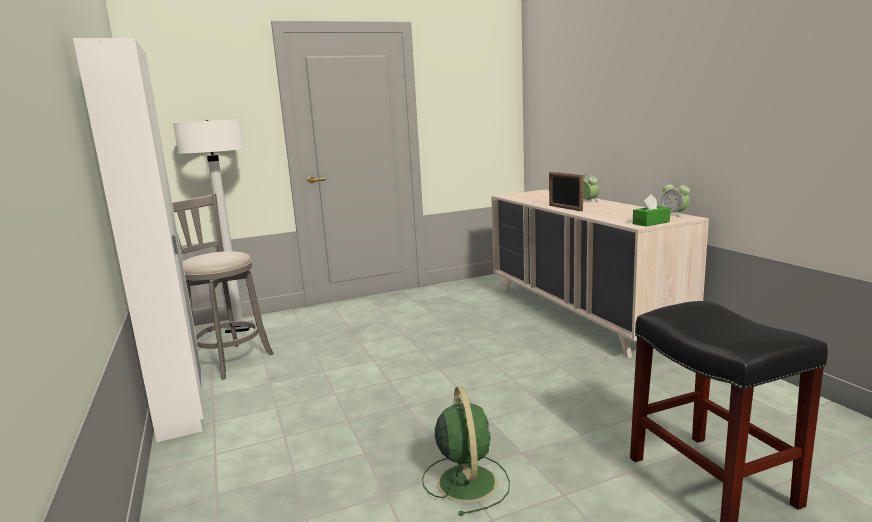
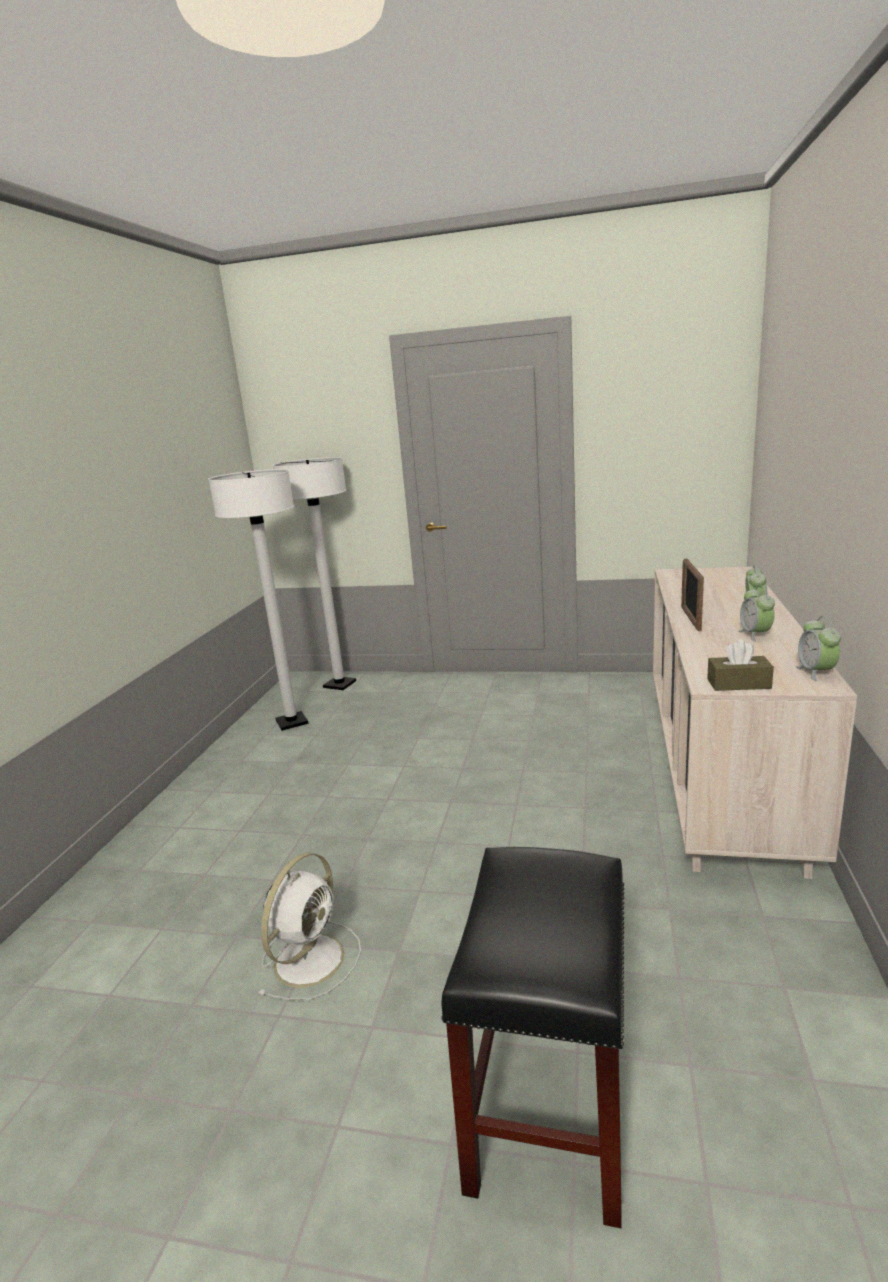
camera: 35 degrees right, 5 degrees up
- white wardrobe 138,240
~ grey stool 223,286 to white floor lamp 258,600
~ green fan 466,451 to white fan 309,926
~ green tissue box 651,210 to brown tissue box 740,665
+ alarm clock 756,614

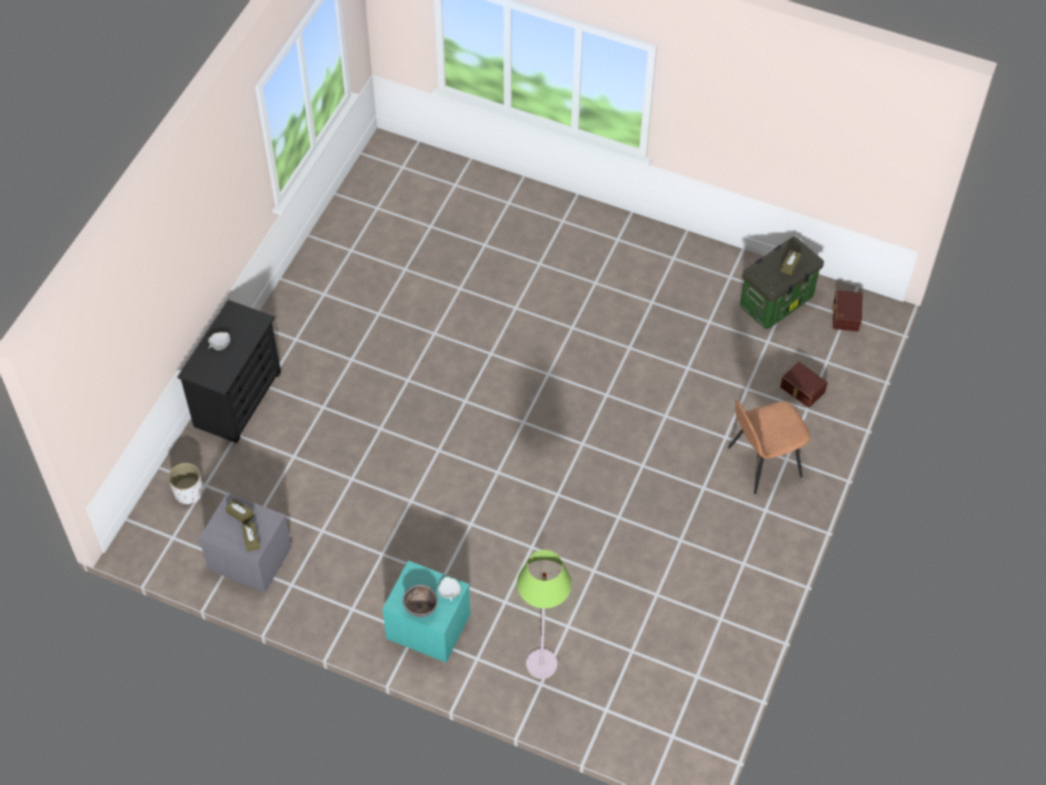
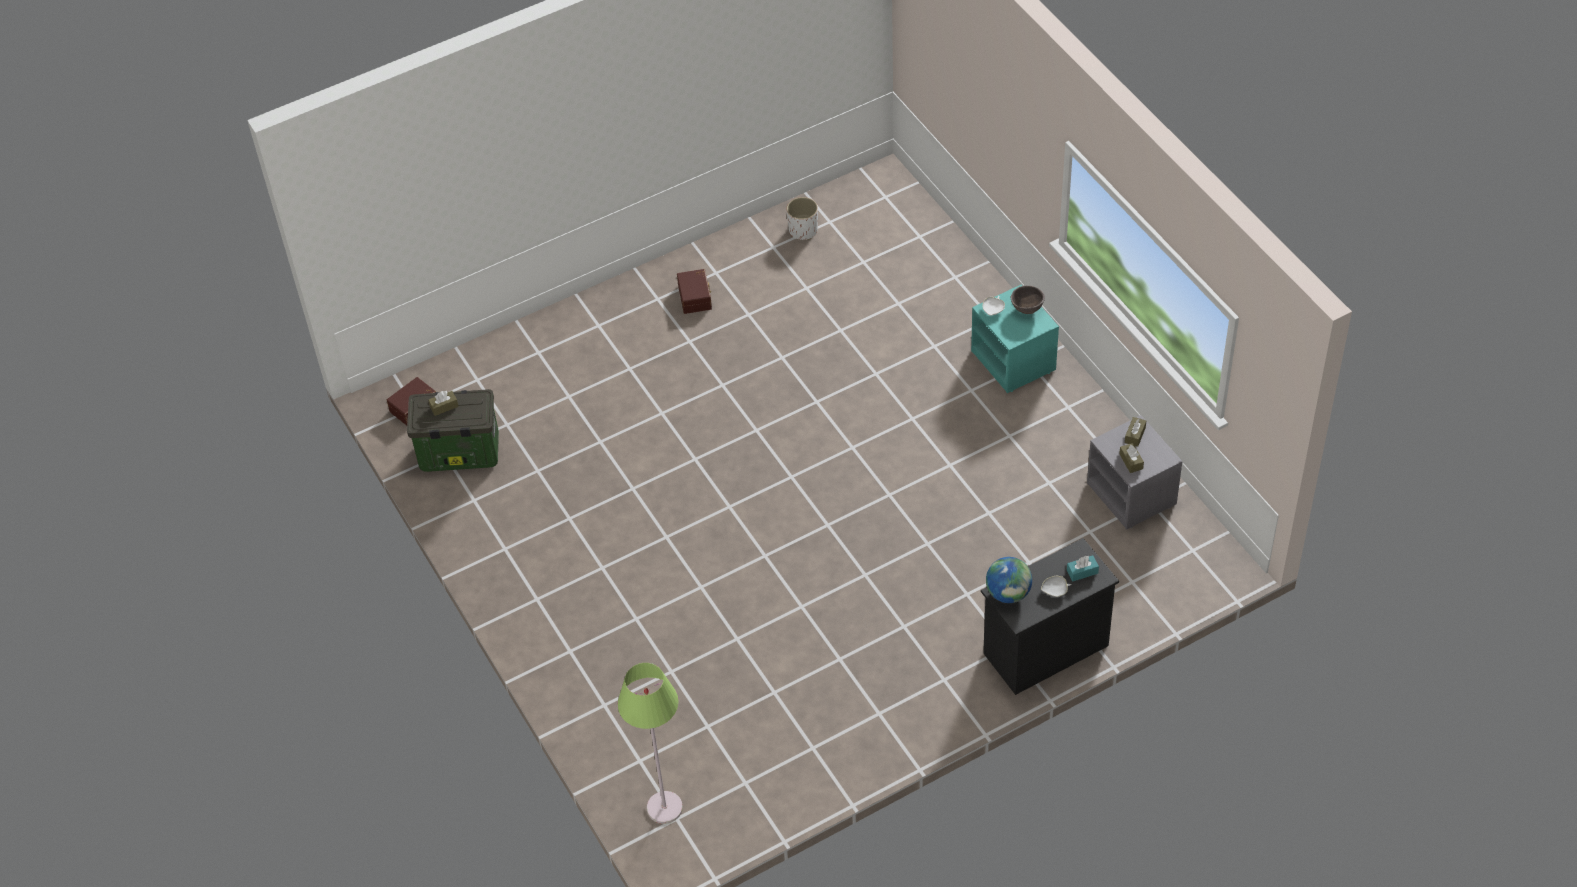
camera: 140 degrees left, 5 degrees down
~ white planter 185,483 to 802,218
~ green floor lamp 544,614 to 650,743
- brown chair 769,446
~ brown storage box 804,385 to 694,291
+ globe 1009,580
+ turquoise tissue box 1083,568

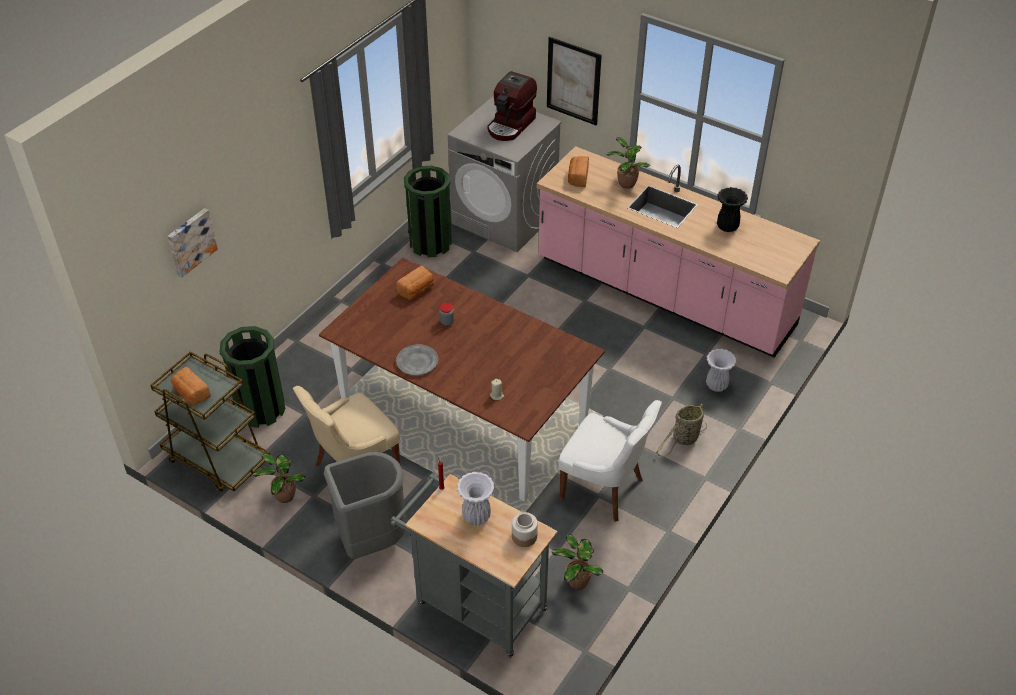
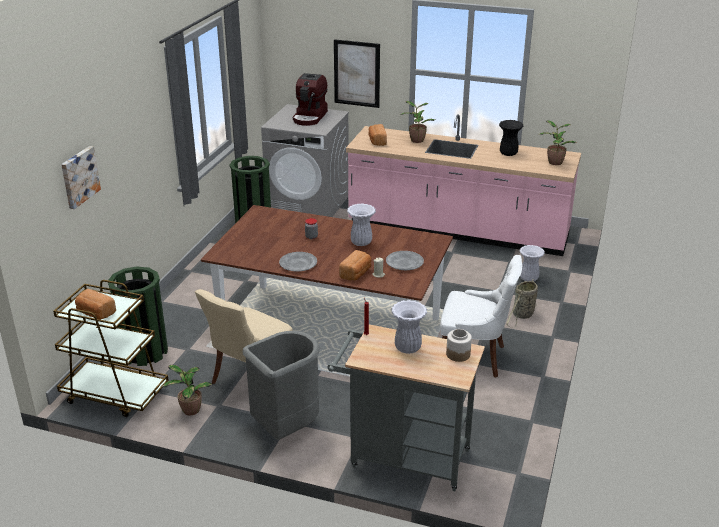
camera: 15 degrees left, 15 degrees down
~ bread 415,283 to 355,265
~ potted plant 577,562 to 557,142
+ white vase 361,224
+ grey plate 405,260

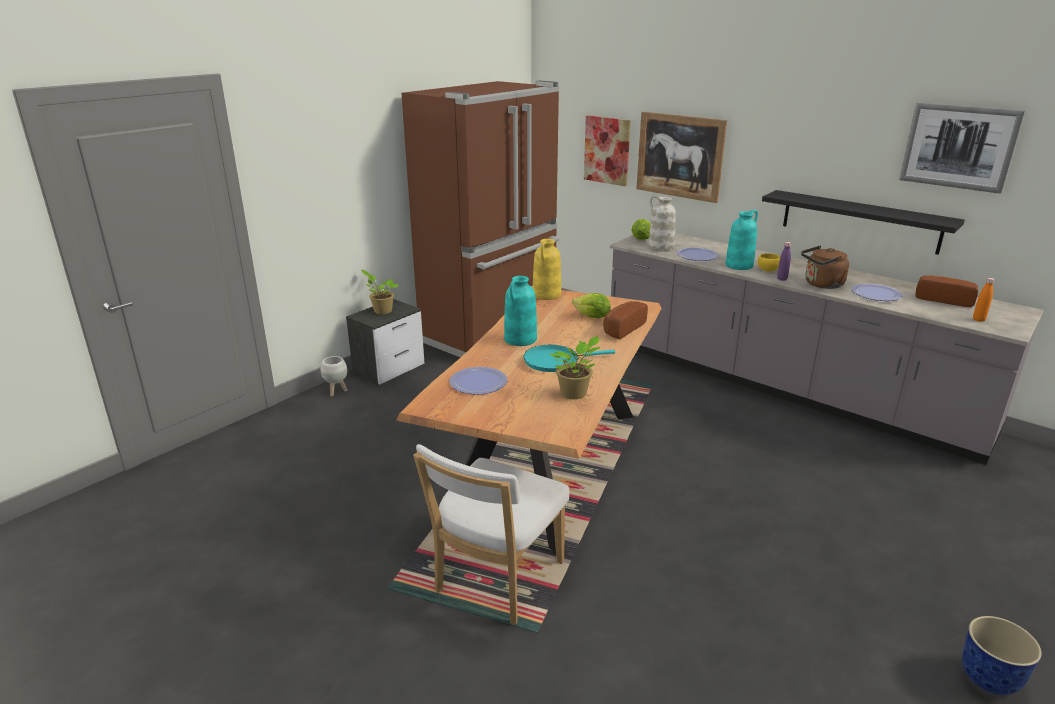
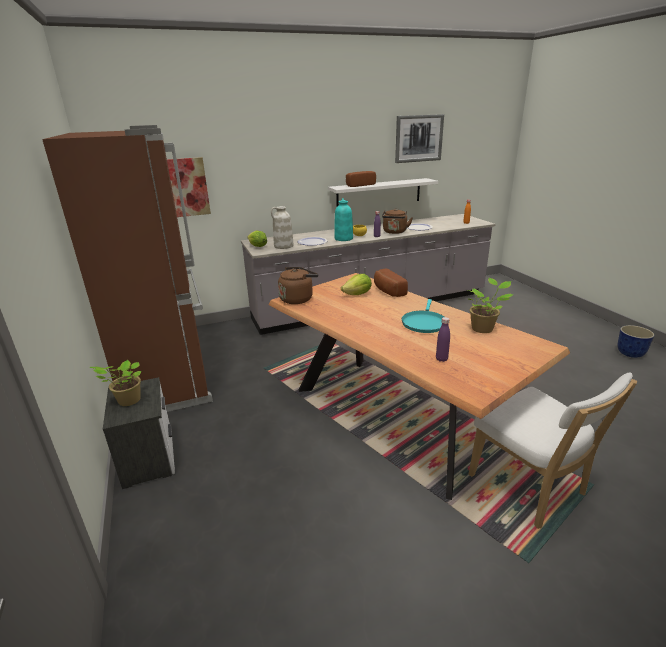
camera: 60 degrees left, 0 degrees up
- white planter 334,376
~ plate 478,381 to purple bottle 443,339
- turquoise vase 520,311
~ yellow vase 547,269 to brown kettle 298,285
- picture 681,157
~ black shelf 863,222 to white shelf 383,192
~ bread 946,291 to 361,179

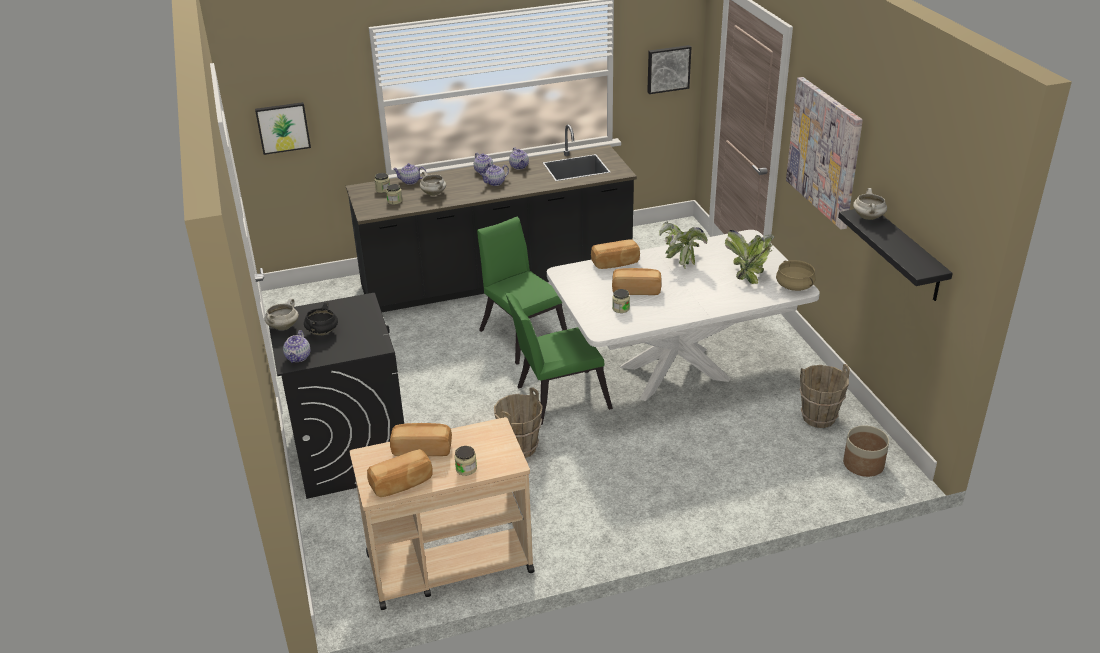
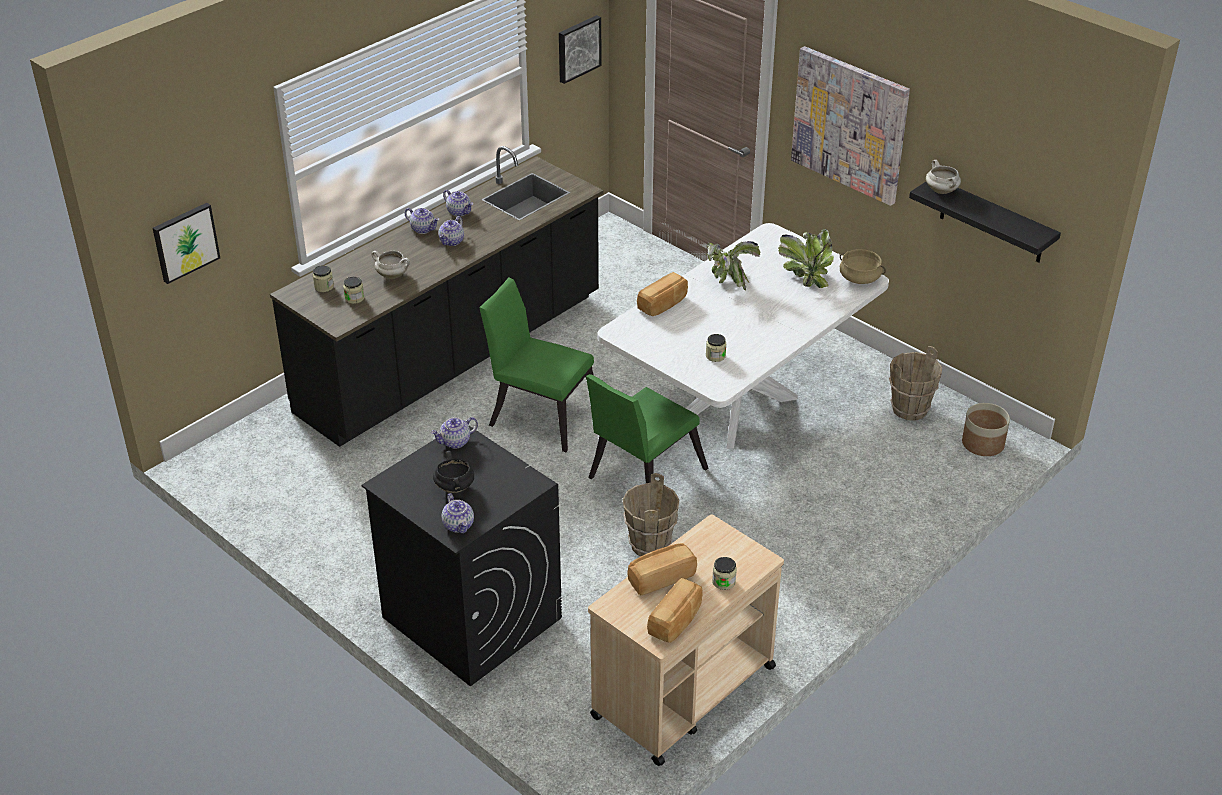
camera: 30 degrees left, 5 degrees up
- white cooking pot 282,314
~ teapot 409,174 to 454,433
- bread 636,281

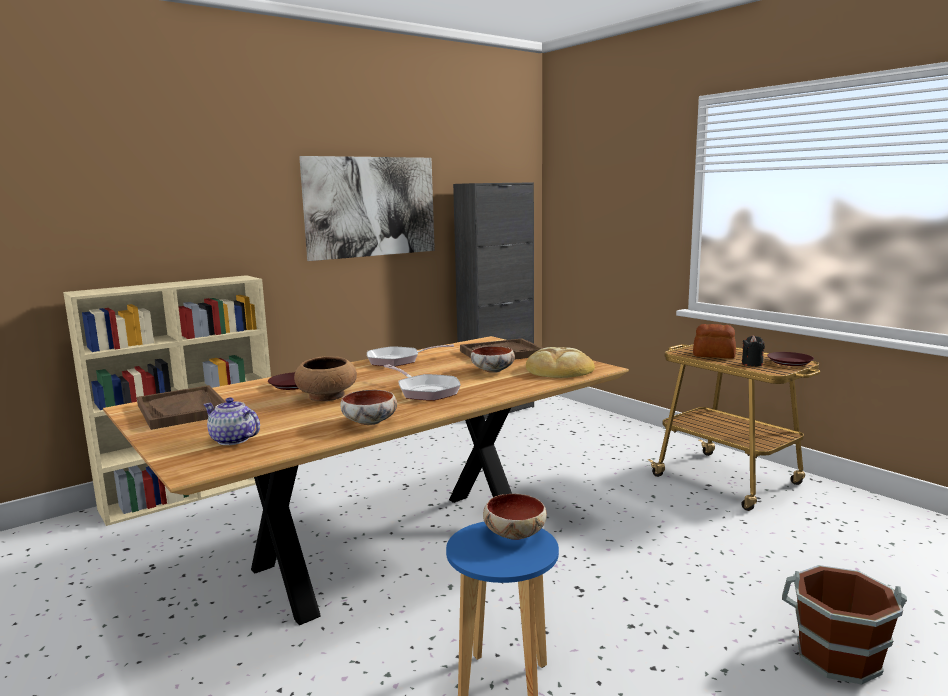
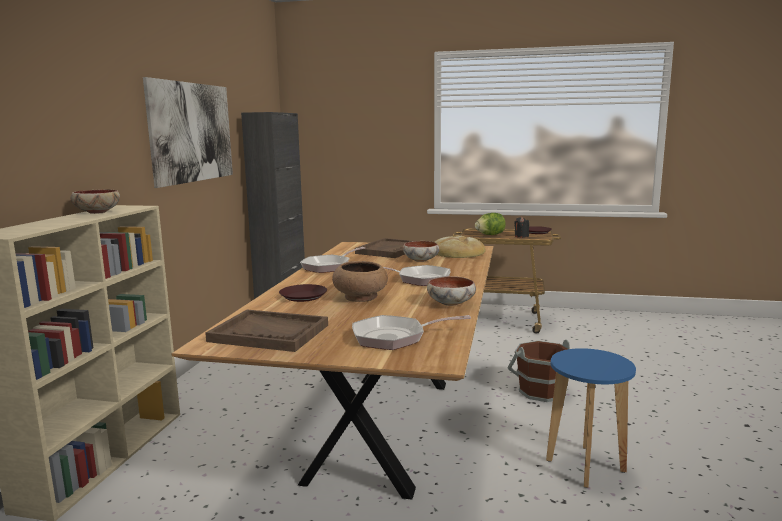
camera: 40 degrees left, 0 degrees up
~ teapot 231,421 to frying pan 411,332
~ bowl 515,517 to 95,201
~ bread 714,341 to lettuce 490,224
~ brown bucket 844,625 to 538,371

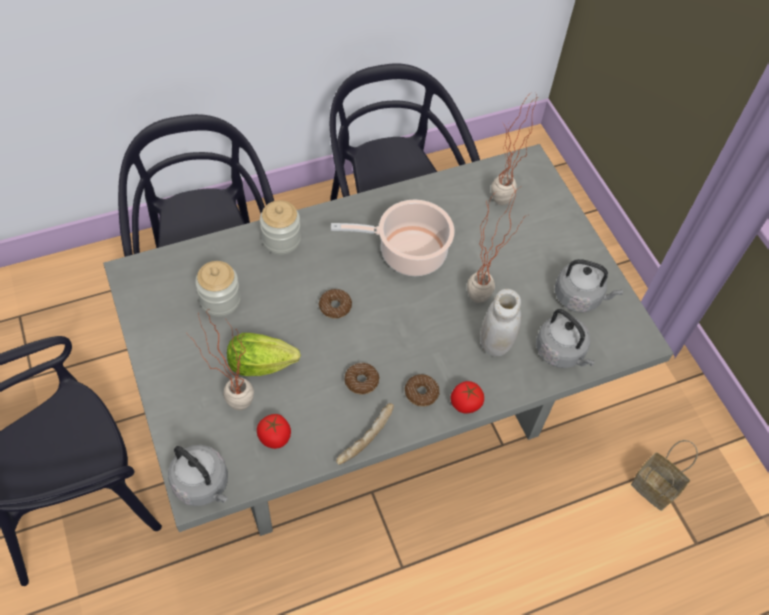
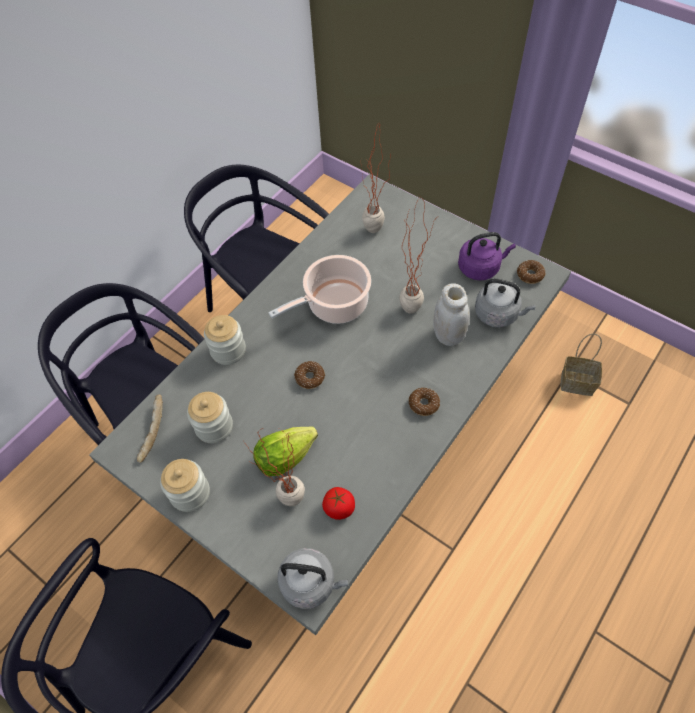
camera: 25 degrees left, 0 degrees up
~ bread 365,434 to 150,428
~ donut 362,378 to 531,272
- tomato 467,397
~ grey kettle 589,285 to purple kettle 487,256
+ jar 185,485

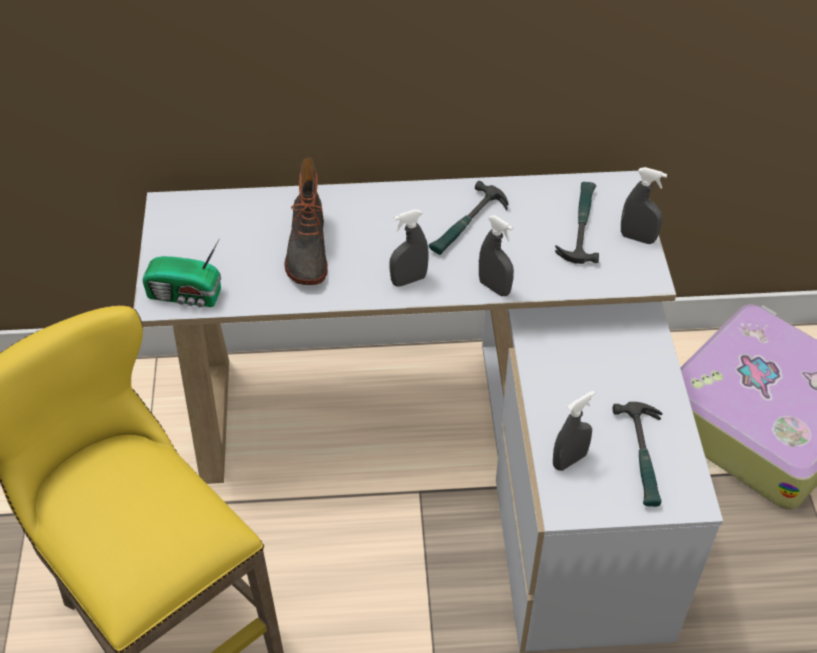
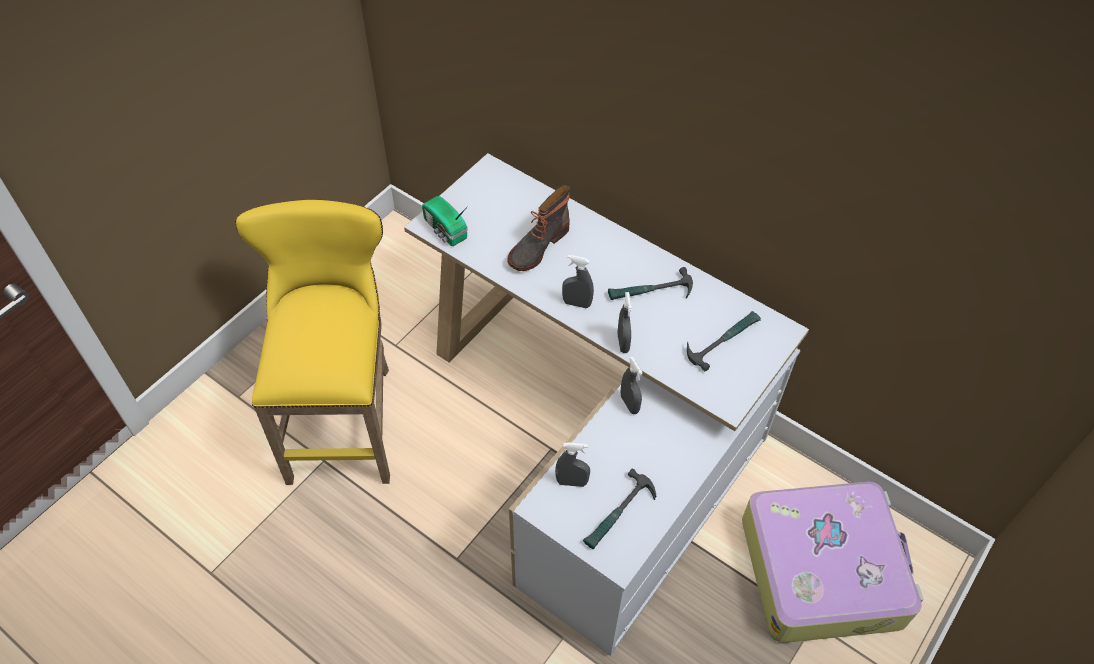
camera: 40 degrees right, 5 degrees up
~ grey spray bottle 644,205 to 632,385

